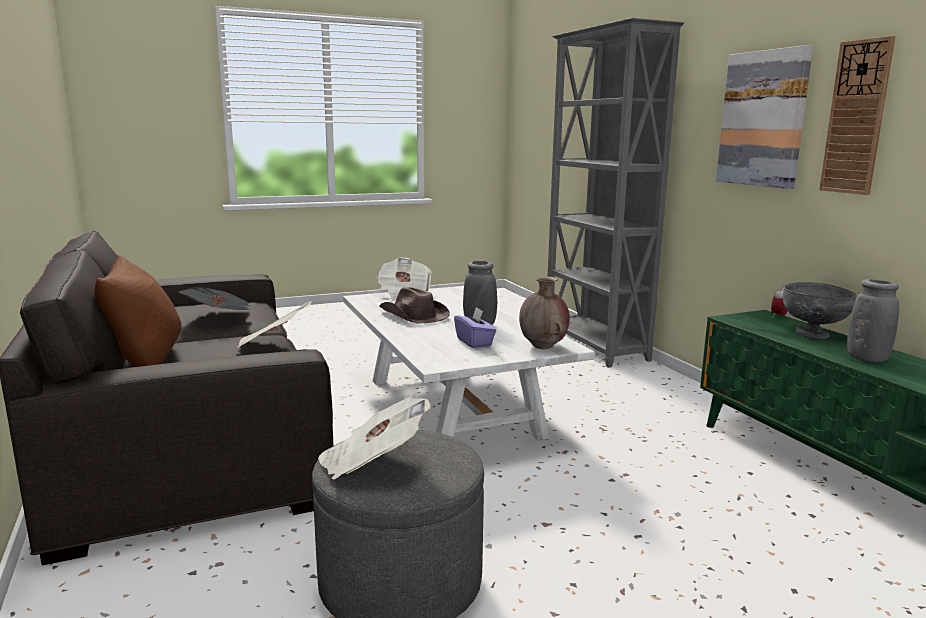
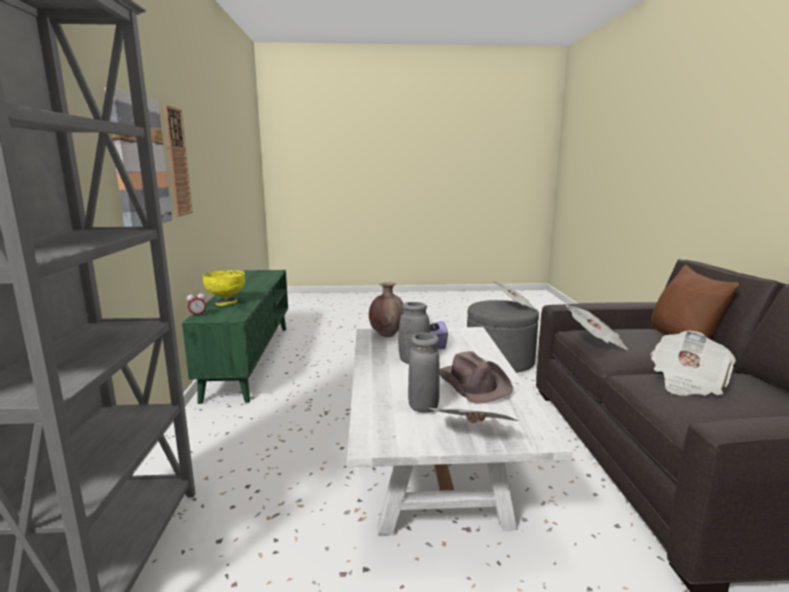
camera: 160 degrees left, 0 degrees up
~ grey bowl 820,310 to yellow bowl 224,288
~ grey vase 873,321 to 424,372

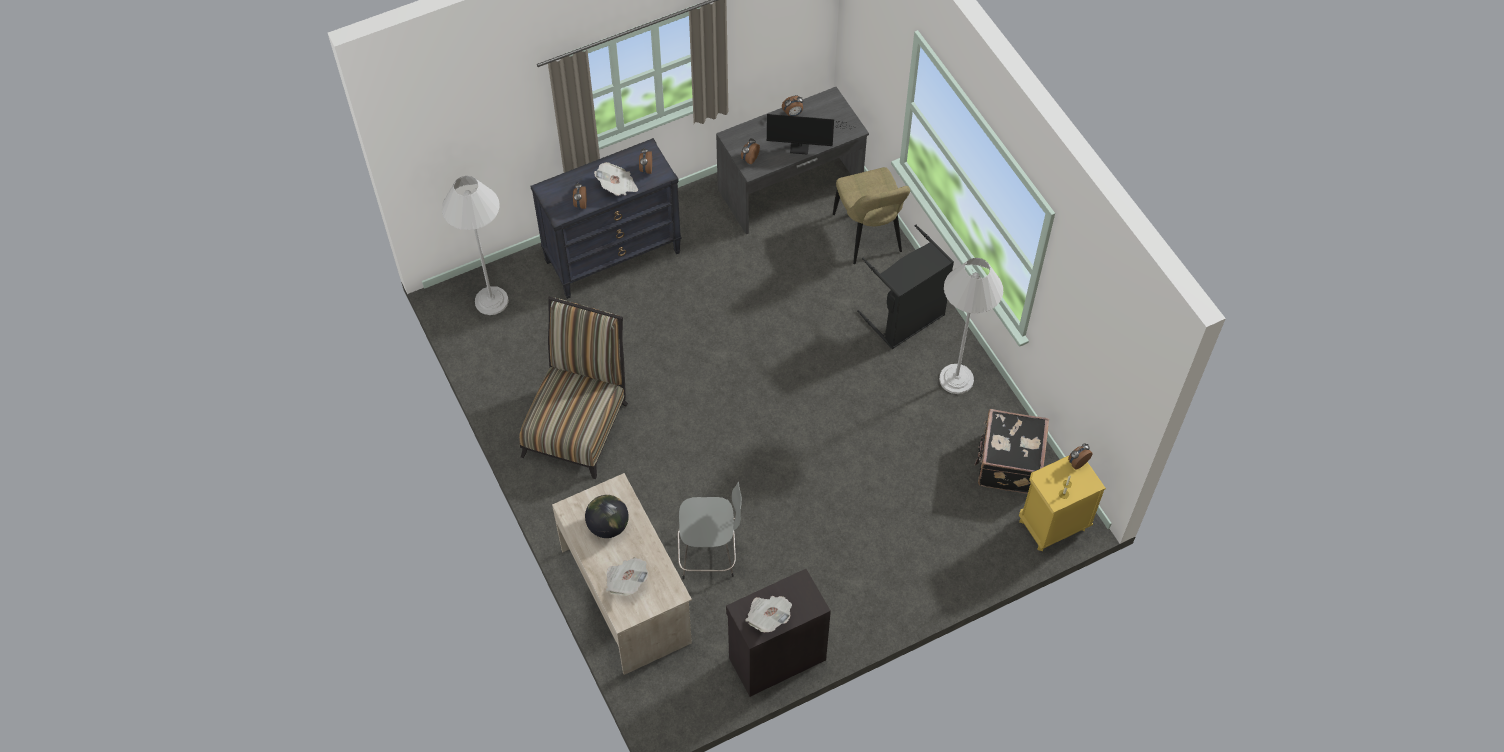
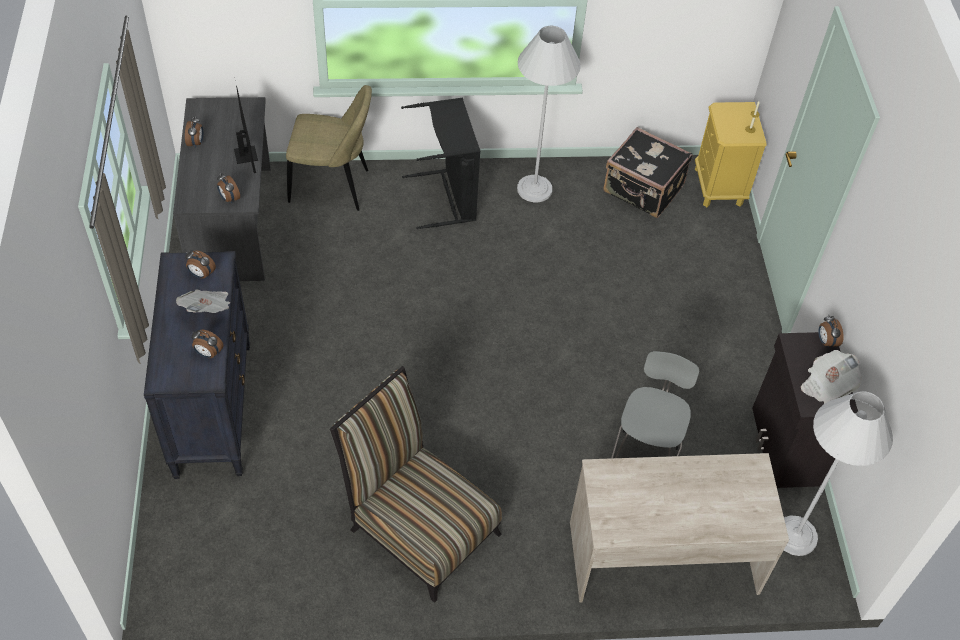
camera: 70 degrees left, 5 degrees down
~ white floor lamp 475,245 to 838,473
- globe 607,516
- newspaper 627,576
~ monitor 808,134 = 246,129 45 degrees counterclockwise
~ alarm clock 1080,456 to 831,331

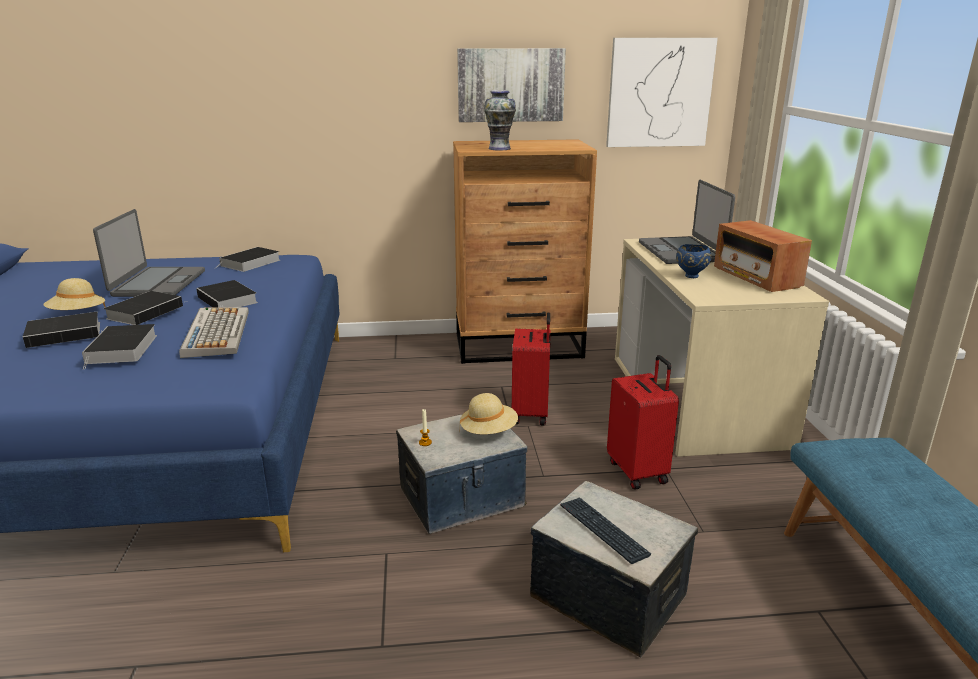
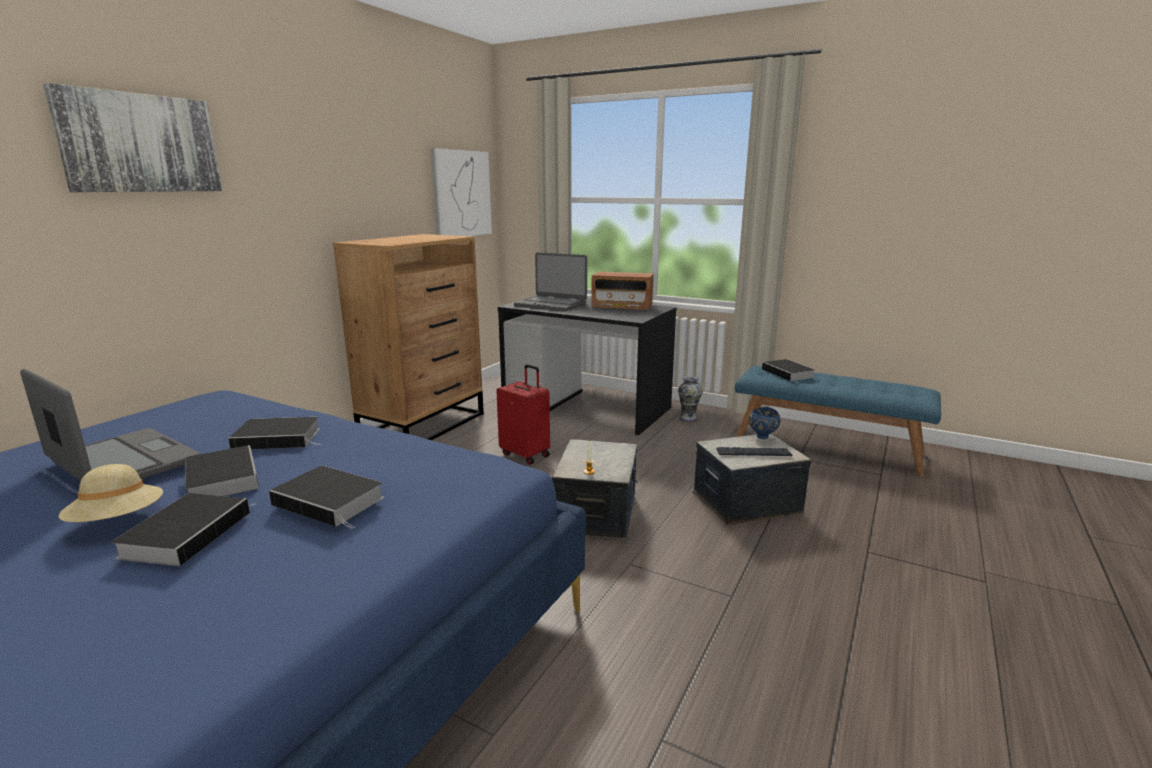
camera: 55 degrees left, 5 degrees down
- keyboard 214,332
~ book 247,259 to 788,370
~ picture 511,85 to 132,137
- beige hat 489,414
~ vase 500,120 to 690,399
- red suitcase 643,422
~ beige desk 722,347 to black desk 587,365
~ blue bowl 693,261 to 765,423

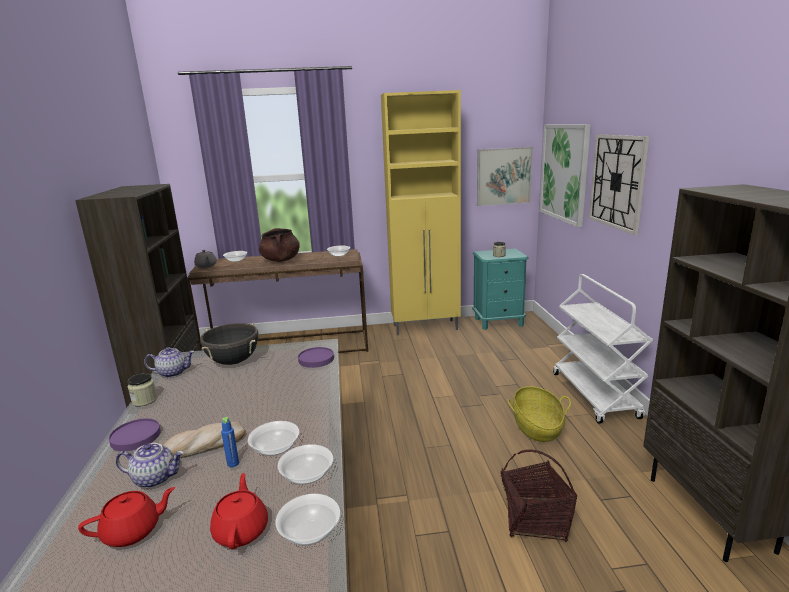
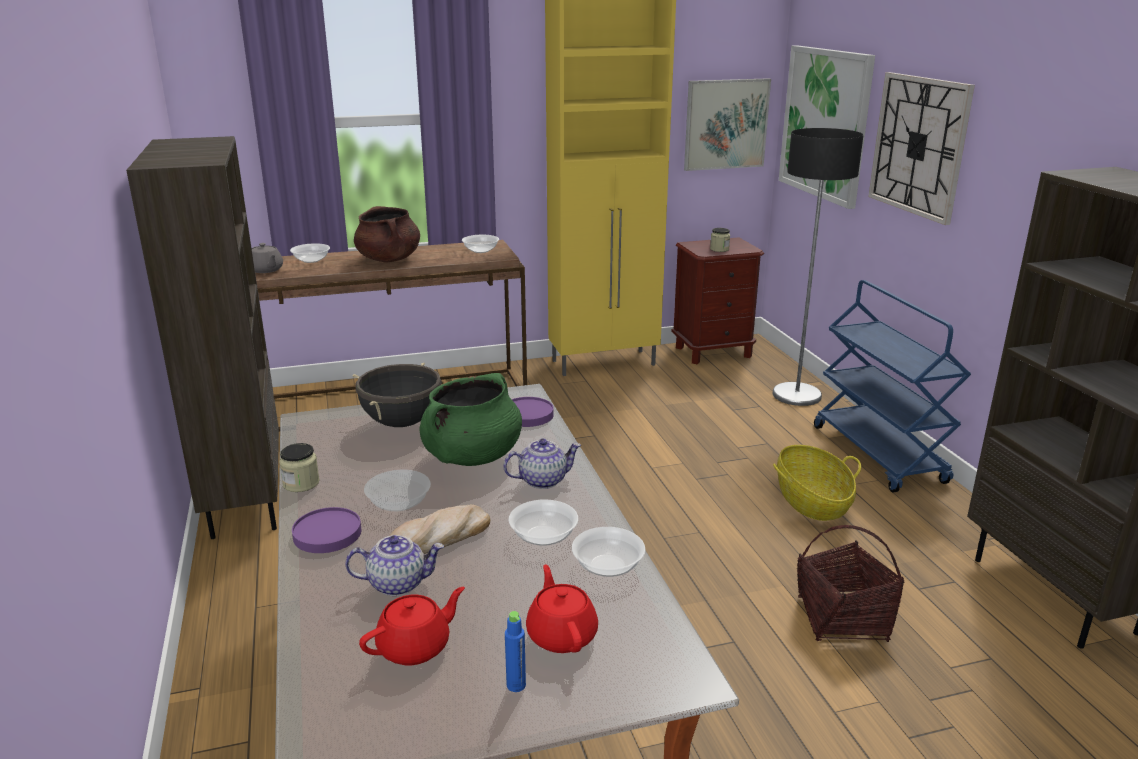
camera: 10 degrees left, 5 degrees up
~ teapot 169,362 to 542,464
~ blue bottle 230,442 to 515,651
~ bowl 307,520 to 397,490
~ turquoise nightstand 500,289 to brown nightstand 717,300
~ white cart 603,349 to blue cart 892,386
+ green cooking pot 471,419
+ floor lamp 818,267

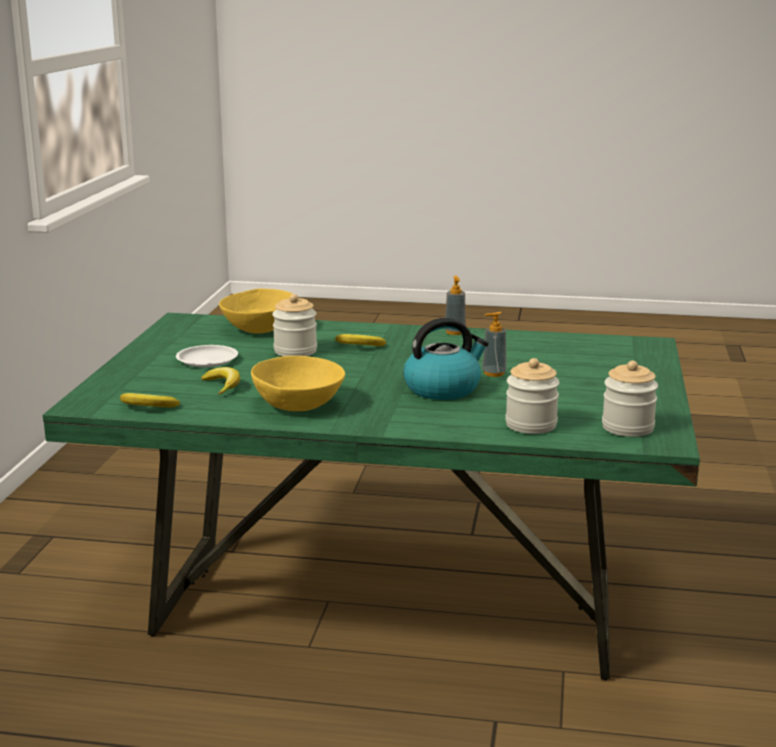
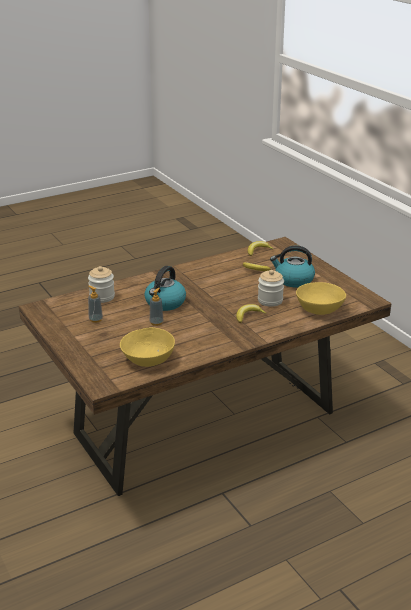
camera: 140 degrees right, 10 degrees up
~ green dining table 371,496 to brown dining table 205,366
~ white plate 207,356 to kettle 292,266
~ yellow bowl 298,383 to 147,347
~ soap dispenser 455,305 to 95,304
- jar 630,399

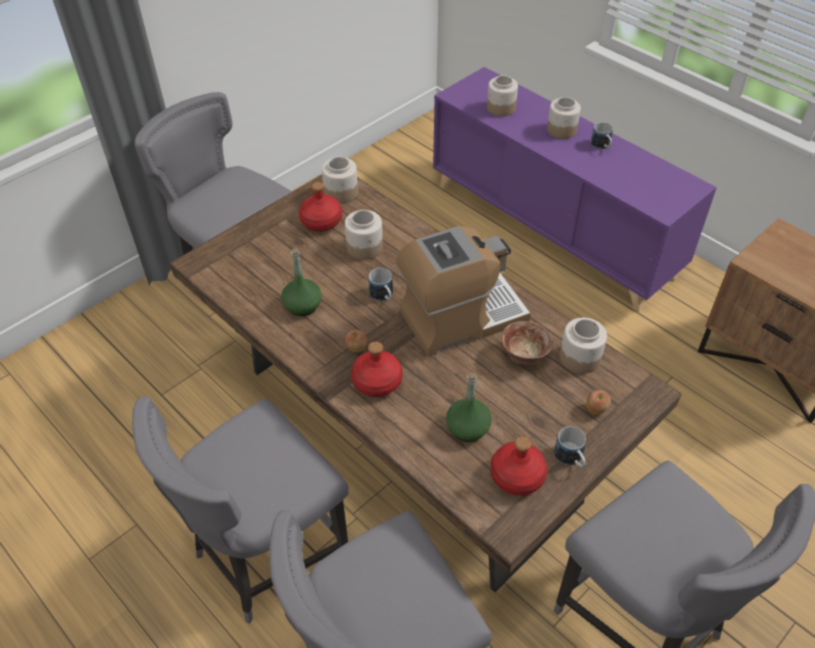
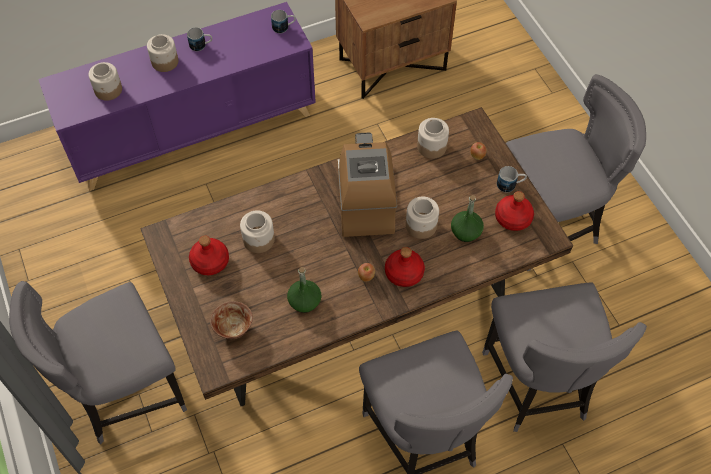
camera: 70 degrees left, 10 degrees up
~ jar 340,180 to 422,218
~ mug 380,284 to 283,21
~ bowl 527,343 to 231,320

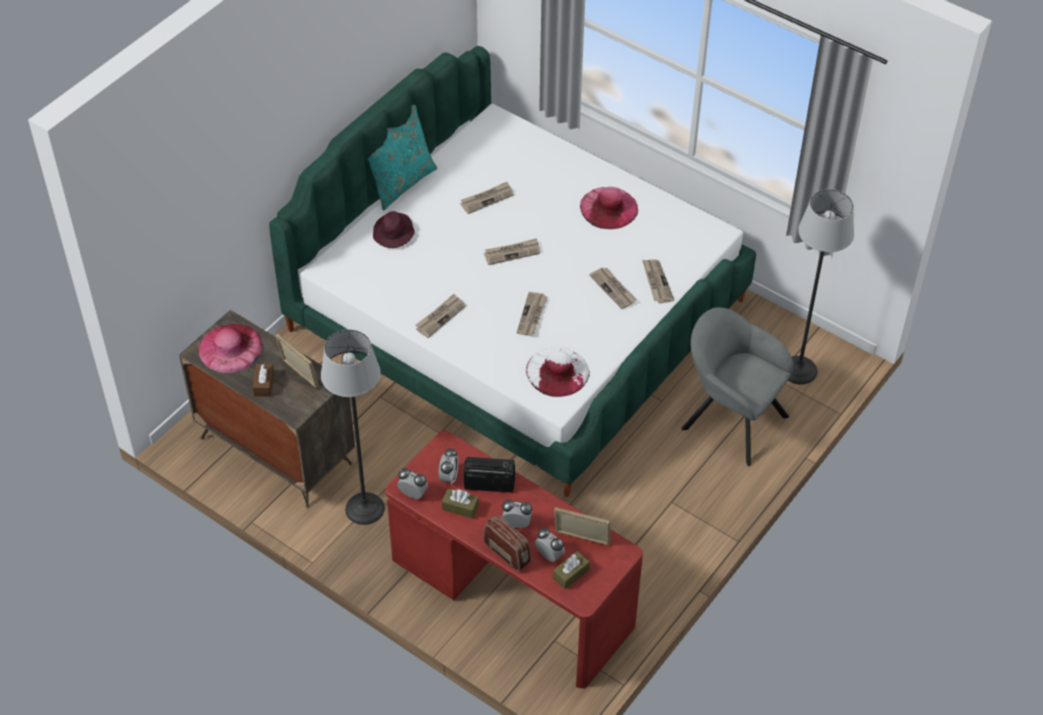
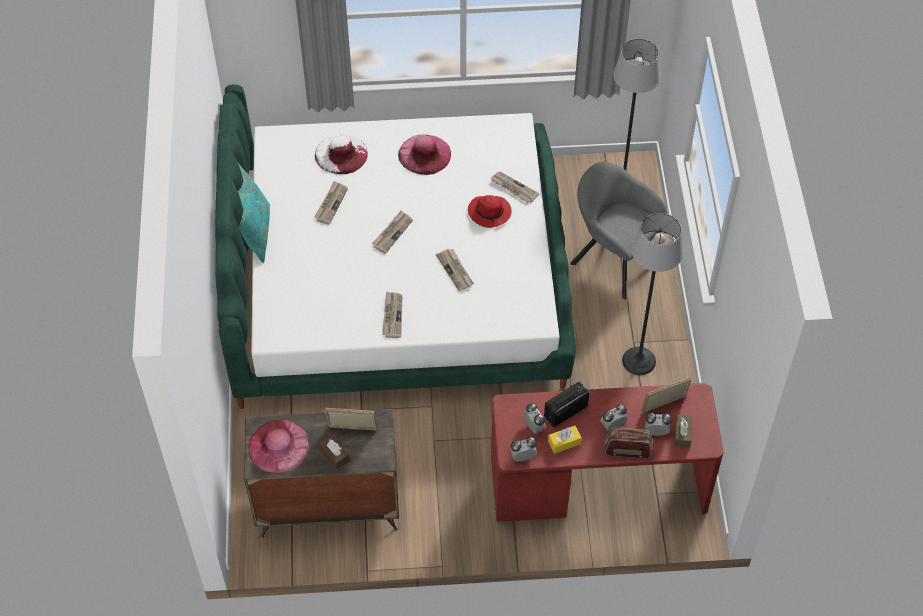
camera: 40 degrees left, 5 degrees up
~ floor lamp 353,427 to 652,294
- purple hat 394,229
~ brown tissue box 460,503 to yellow tissue box 565,440
~ white hat 558,372 to 341,154
~ newspaper 613,288 to red hat 490,211
~ grey armchair 737,386 = 618,230 45 degrees clockwise

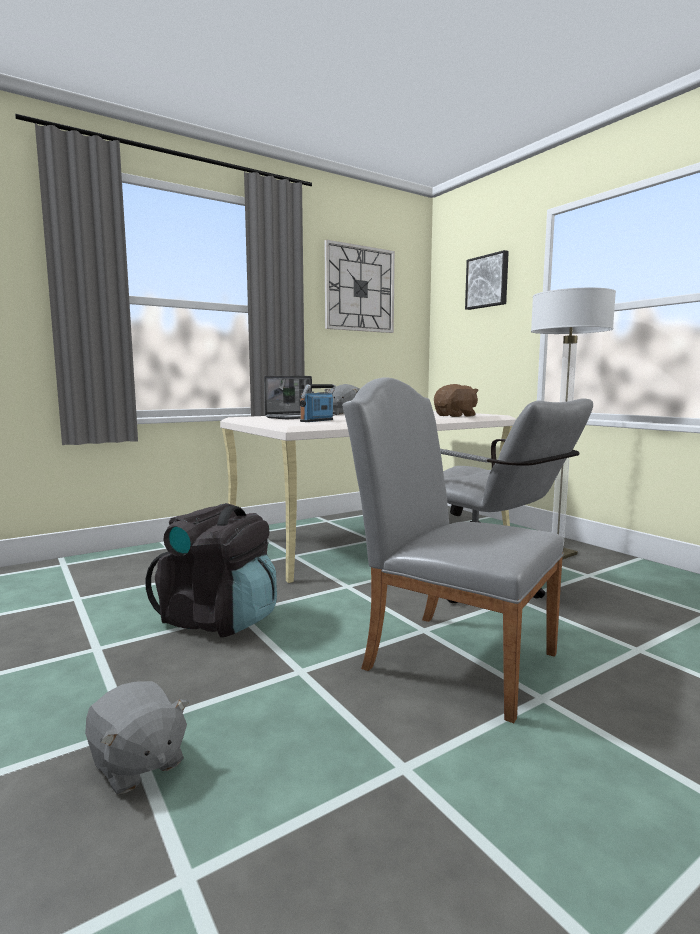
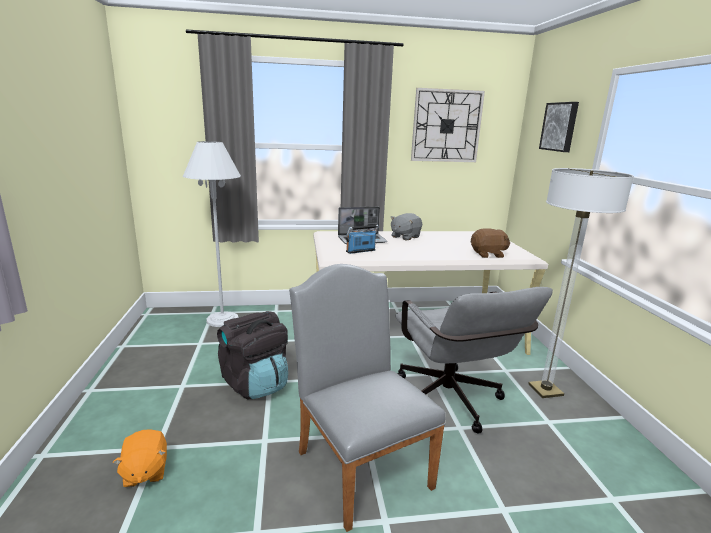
camera: 25 degrees right, 10 degrees up
~ grey plush toy 137,737 to orange plush toy 140,458
+ white floor lamp 212,234

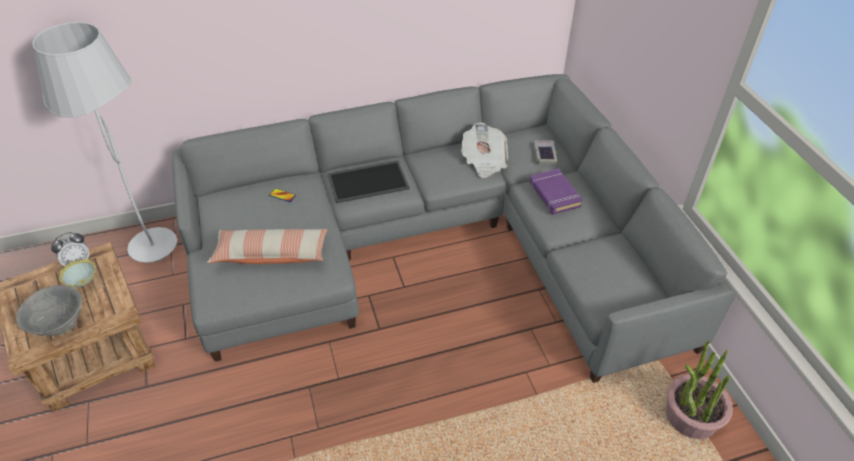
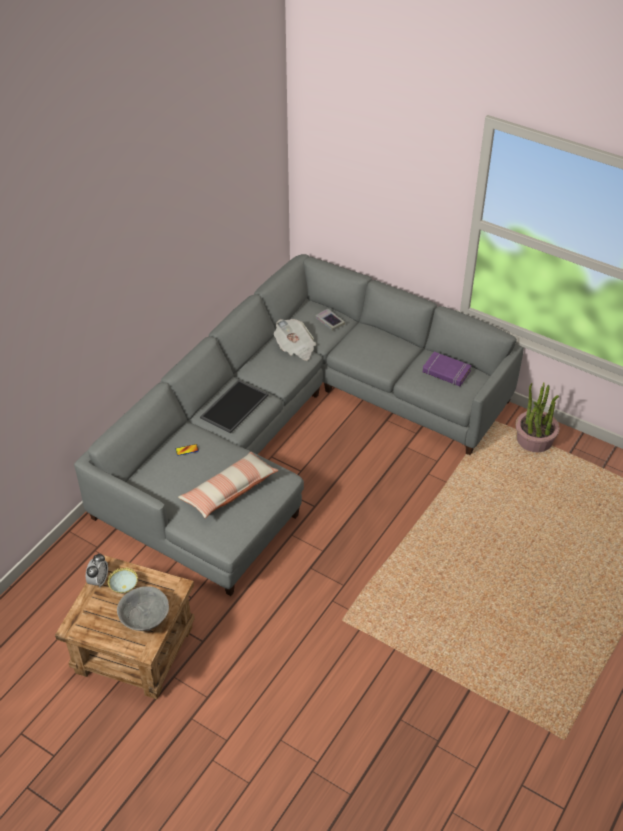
camera: 40 degrees left, 0 degrees up
- white floor lamp 105,142
~ purple book 556,192 to 447,369

